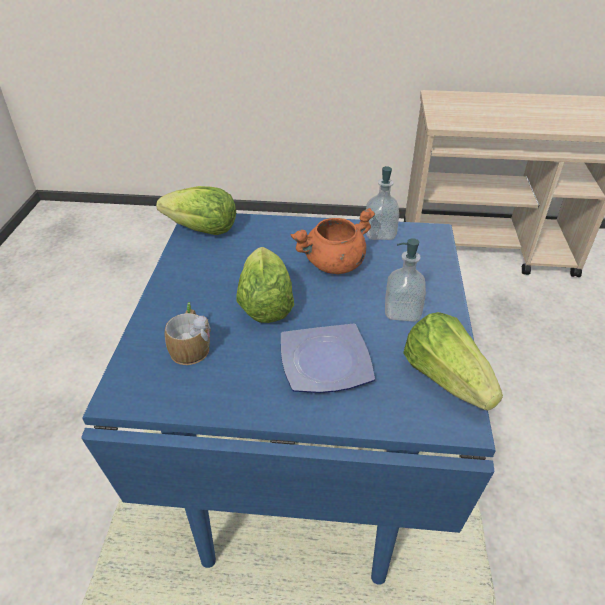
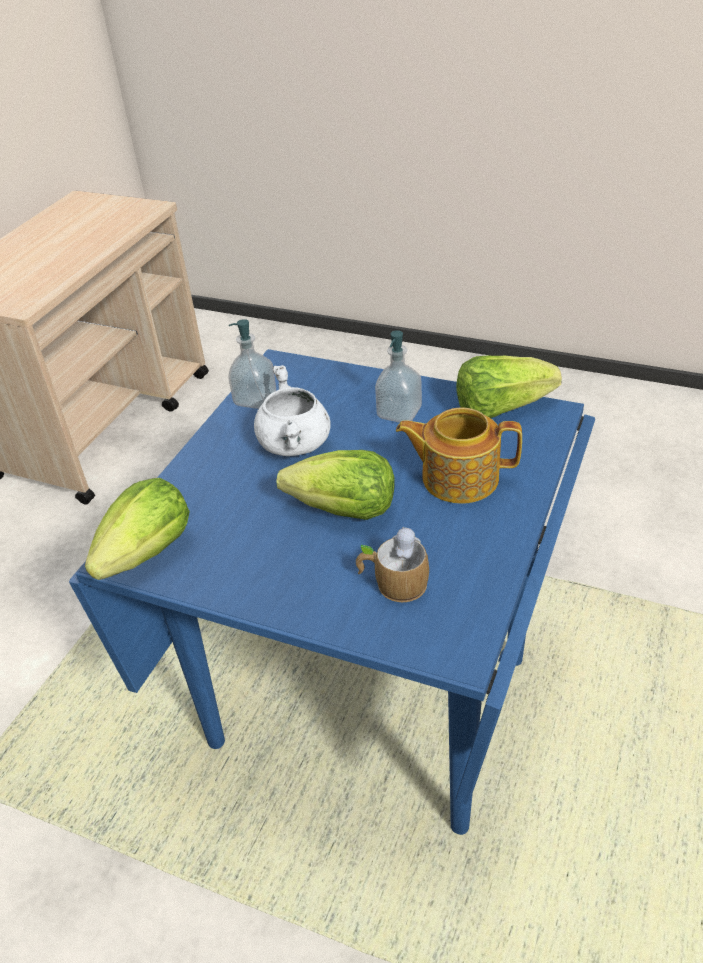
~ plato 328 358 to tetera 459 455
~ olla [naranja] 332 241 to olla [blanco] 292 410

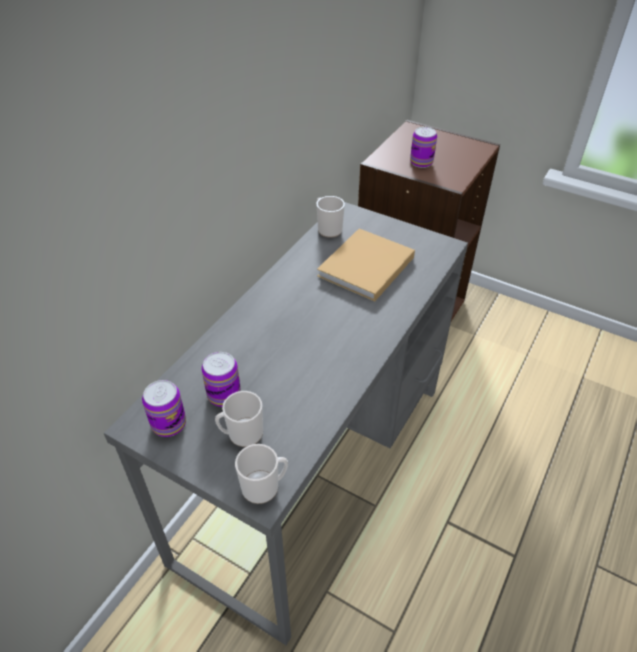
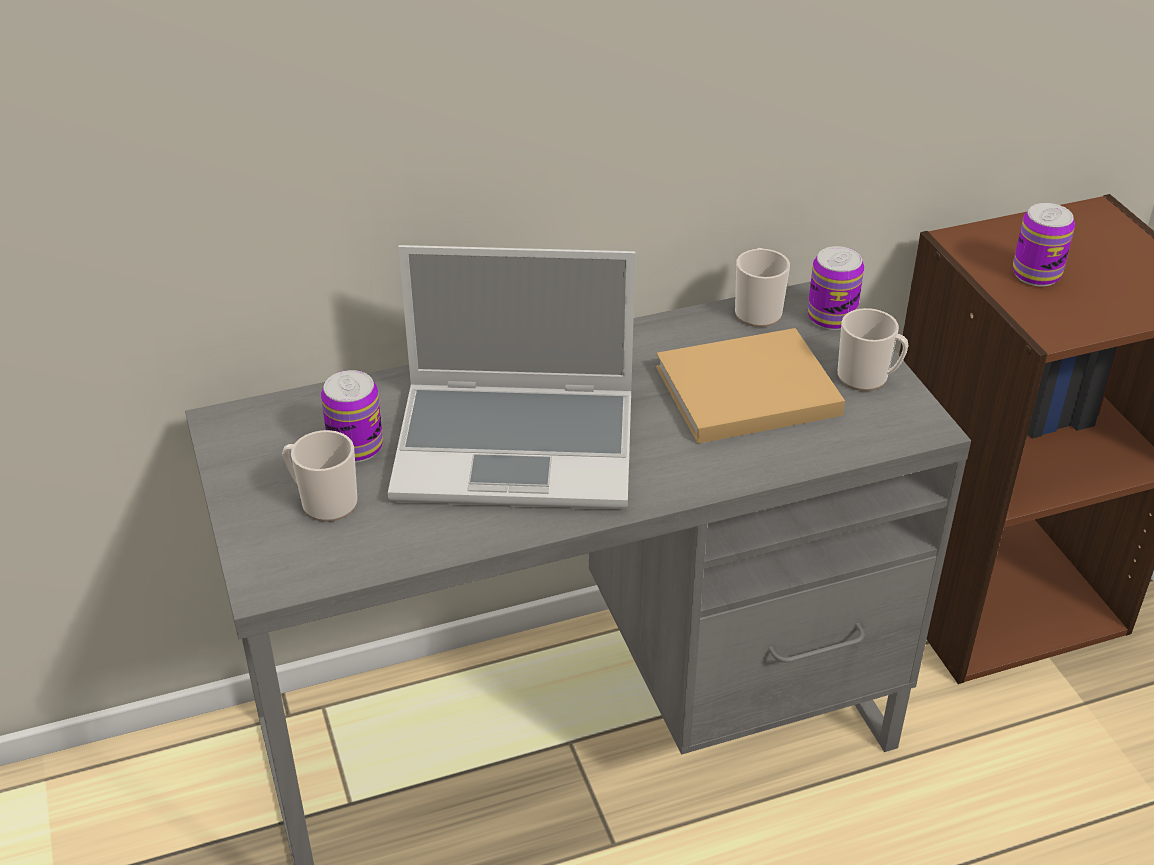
~ lata 164 408 to 836 288
~ taza grande 261 474 to 873 349
+ portátil 511 377

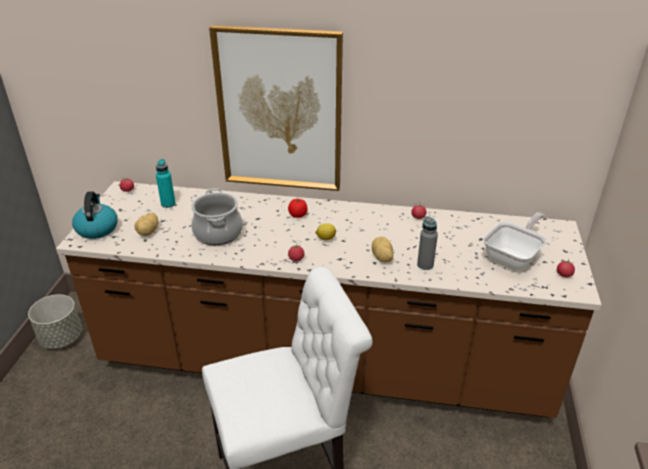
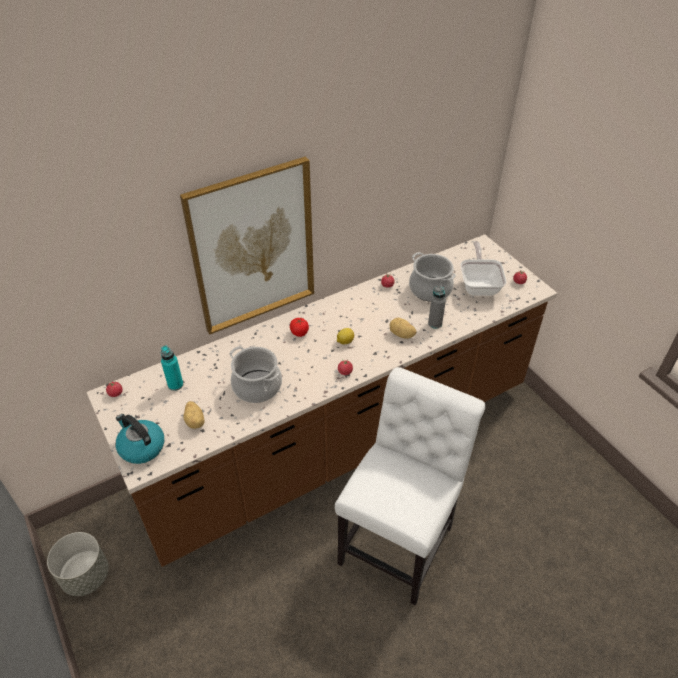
+ olla 432 277

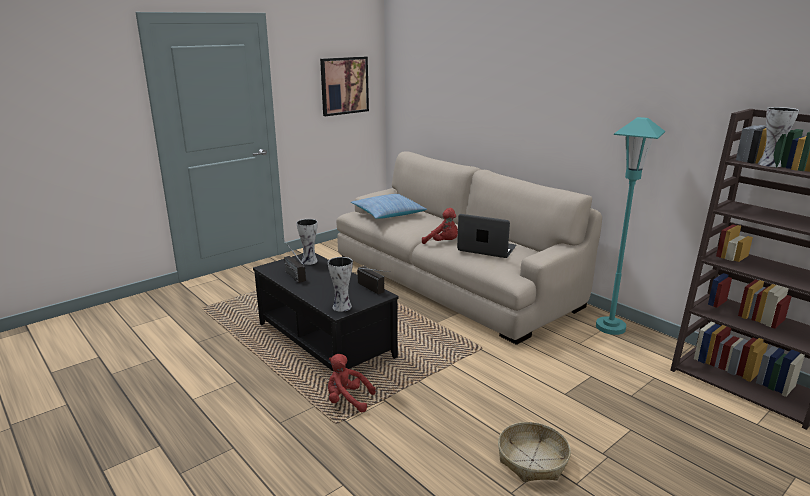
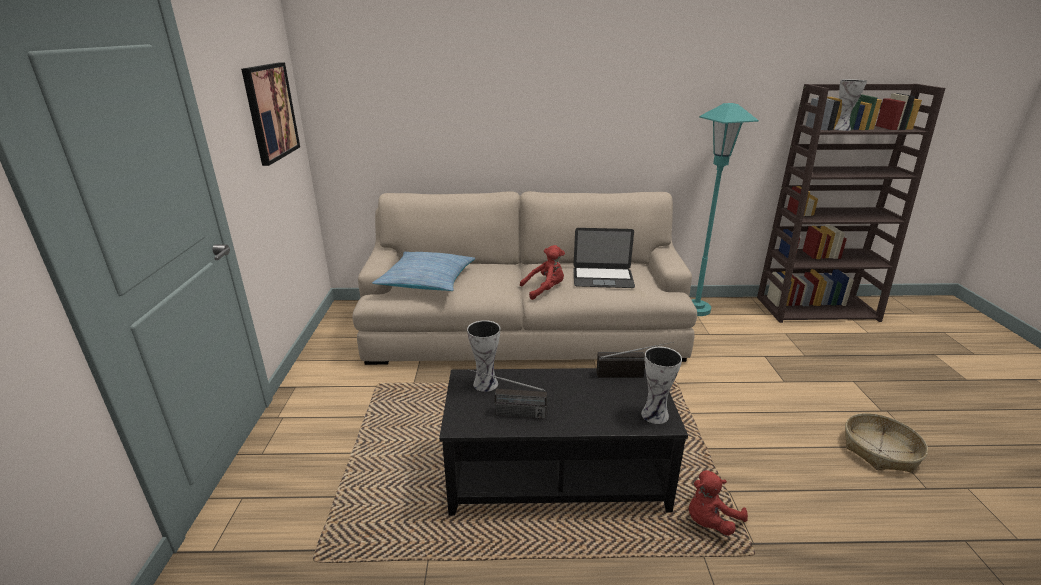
~ portátil 486 236 = 604 258 150 degrees counterclockwise

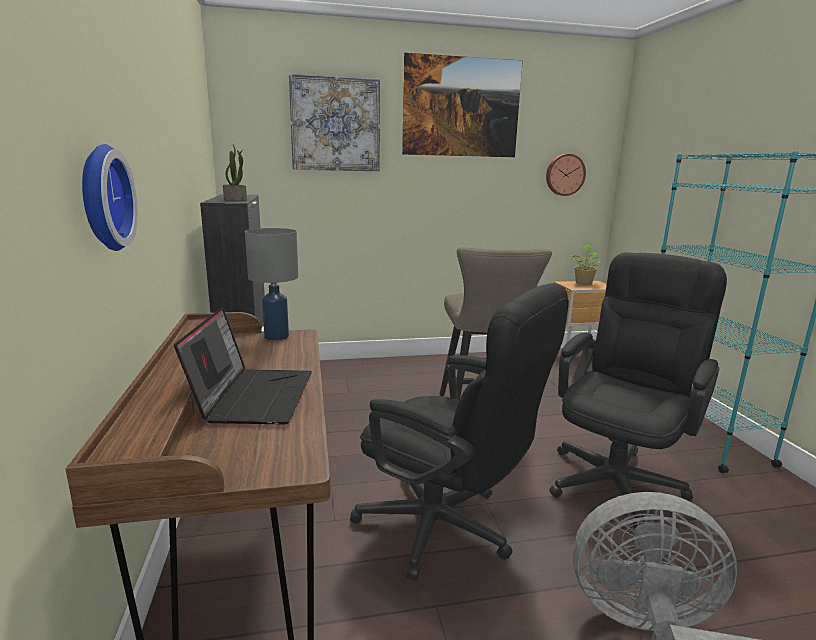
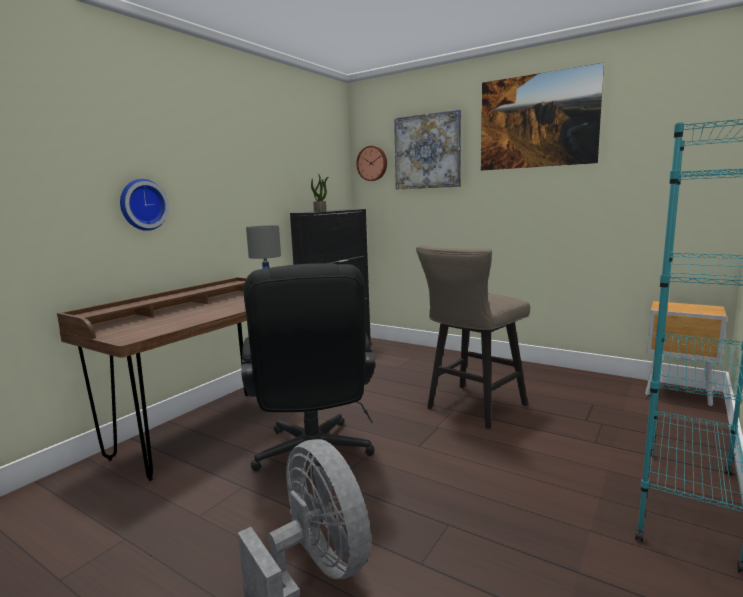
- portátil 243 365
~ reloj de pared 566 175 to 371 163
- silla de oficina [negro] 638 391
- planta en maceta 586 264

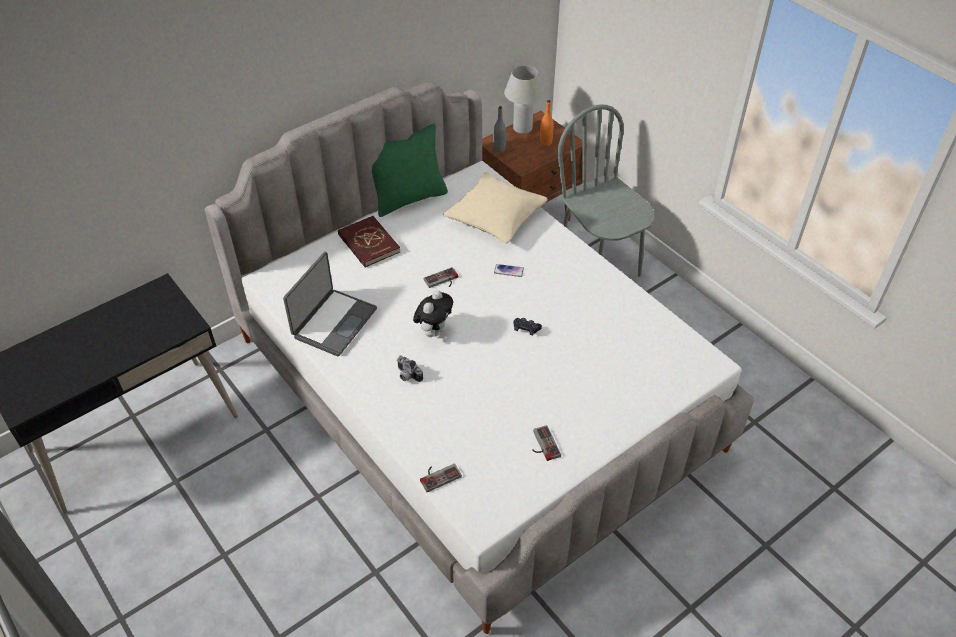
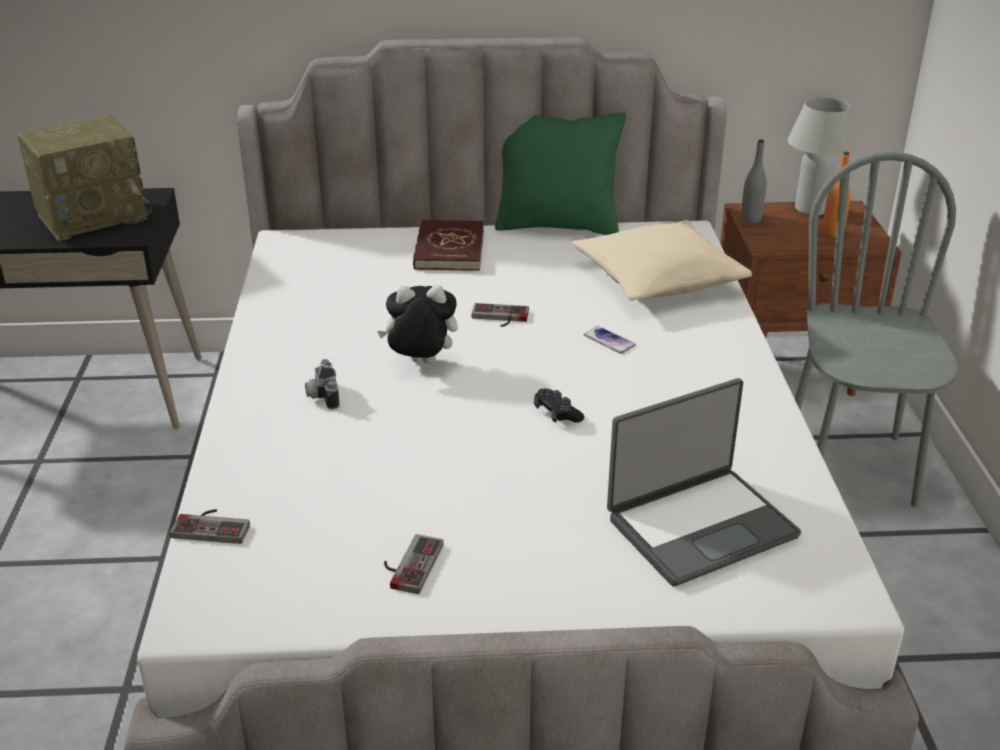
~ portátil 330 304 to 704 482
~ peluche 433 313 = 417 324 150 degrees counterclockwise
+ radio 84 177

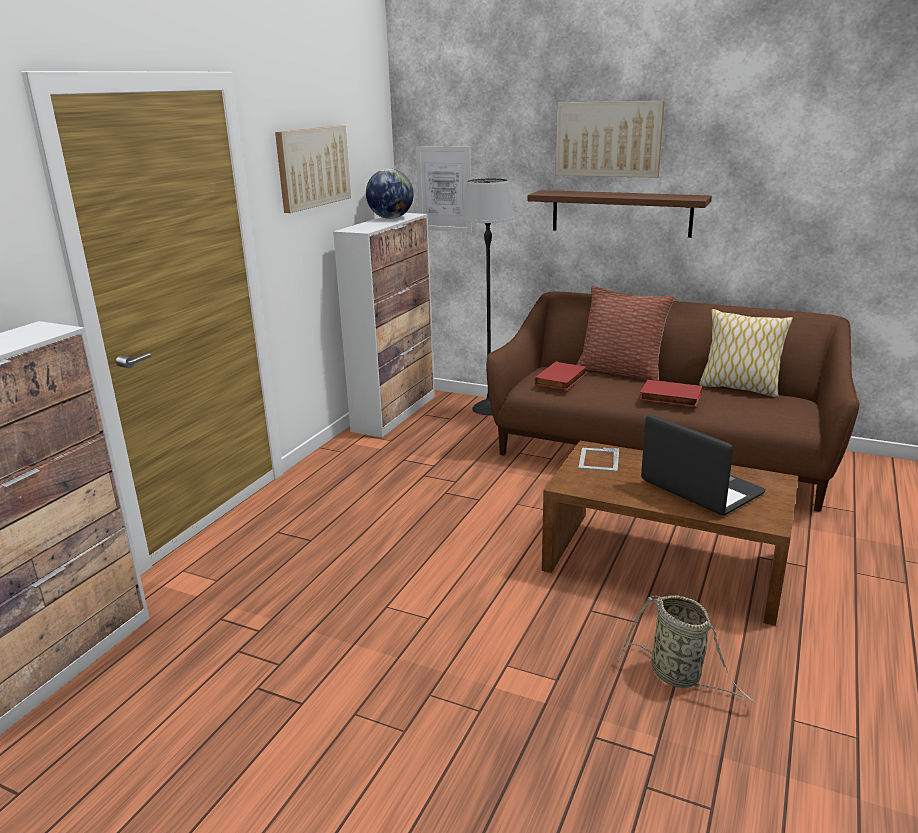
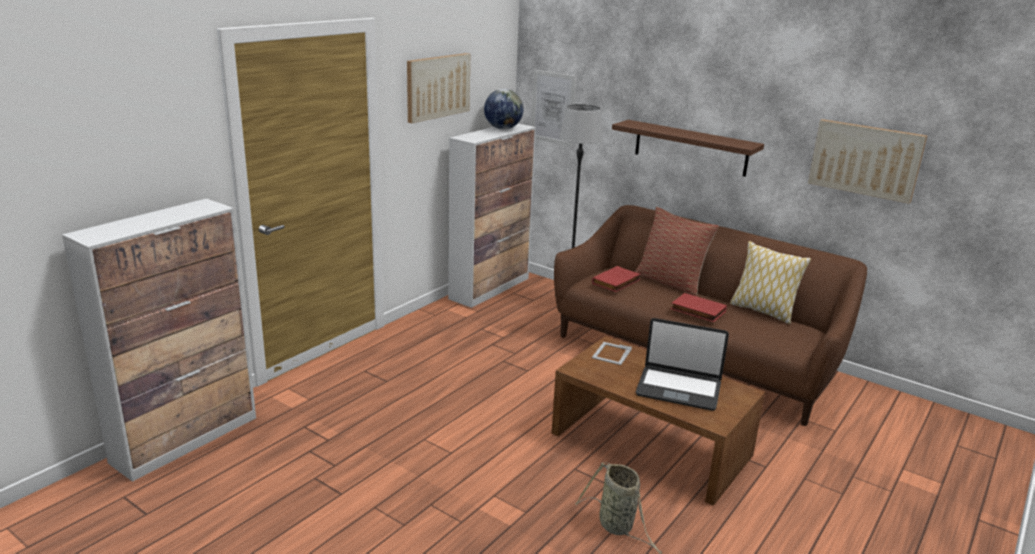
~ cuadro 610 139 to 867 161
~ portátil 703 464 = 682 364 135 degrees clockwise

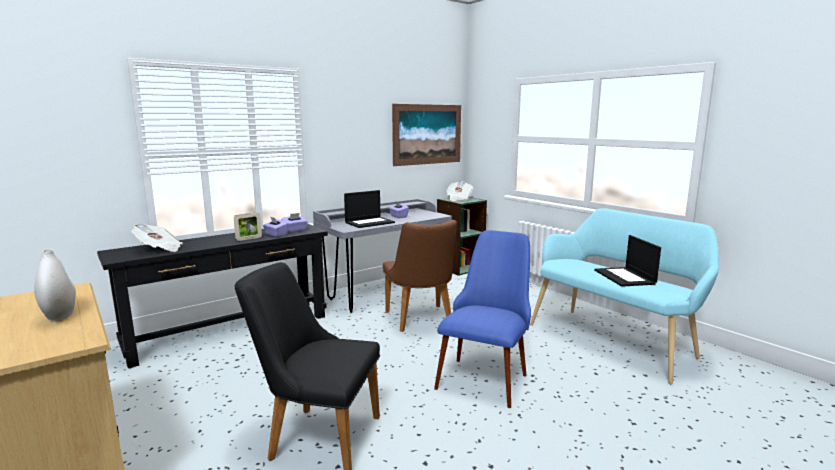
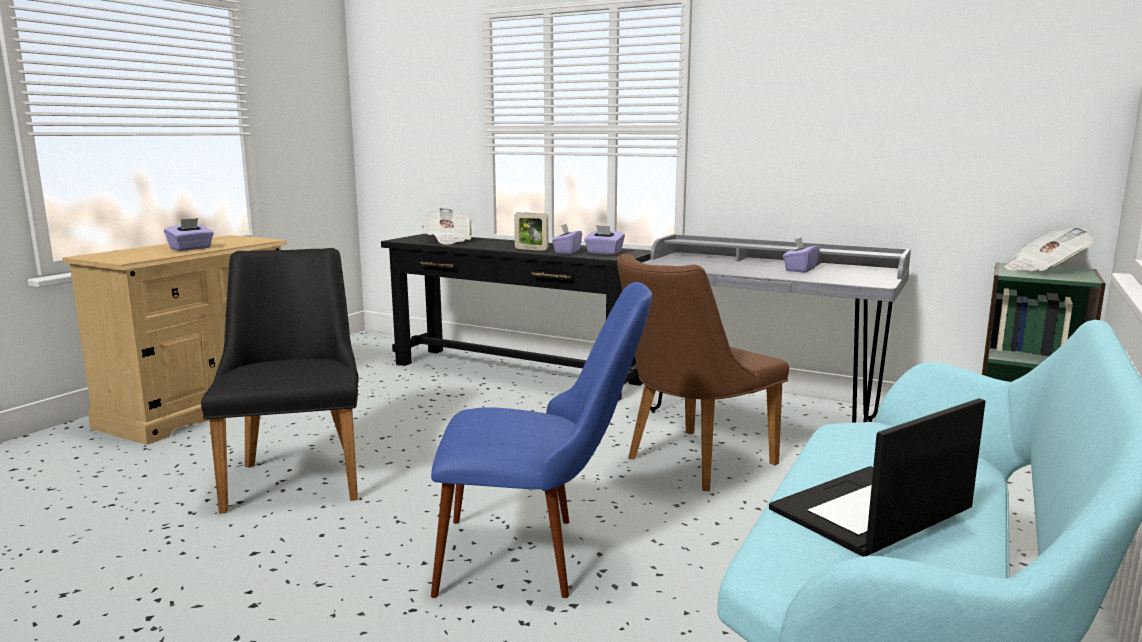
~ florero [blanco] 55 285 to caja de pañuelos [morado] 189 234
- portátil 369 209
- cuadro 426 135

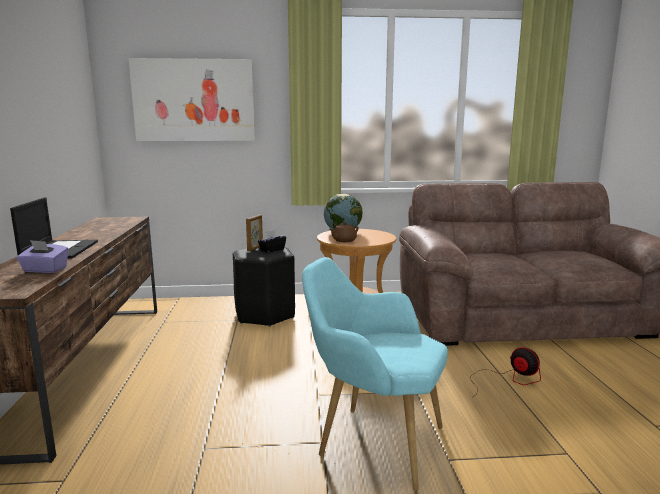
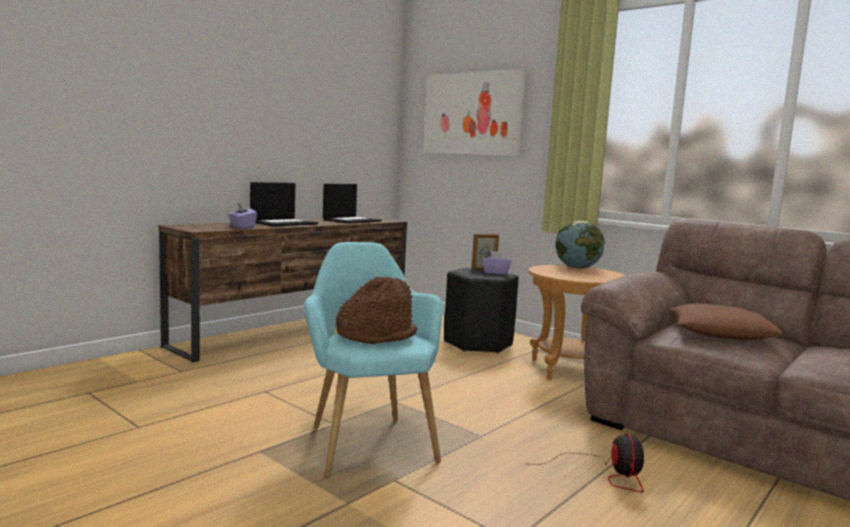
~ caja de pañuelos [negro] 272 241 to caja de pañuelos [morado] 496 263
- tetera [marrón] 344 232
+ portátil 352 204
+ sombrero [marrón] 376 310
+ cojín [marrón] 727 321

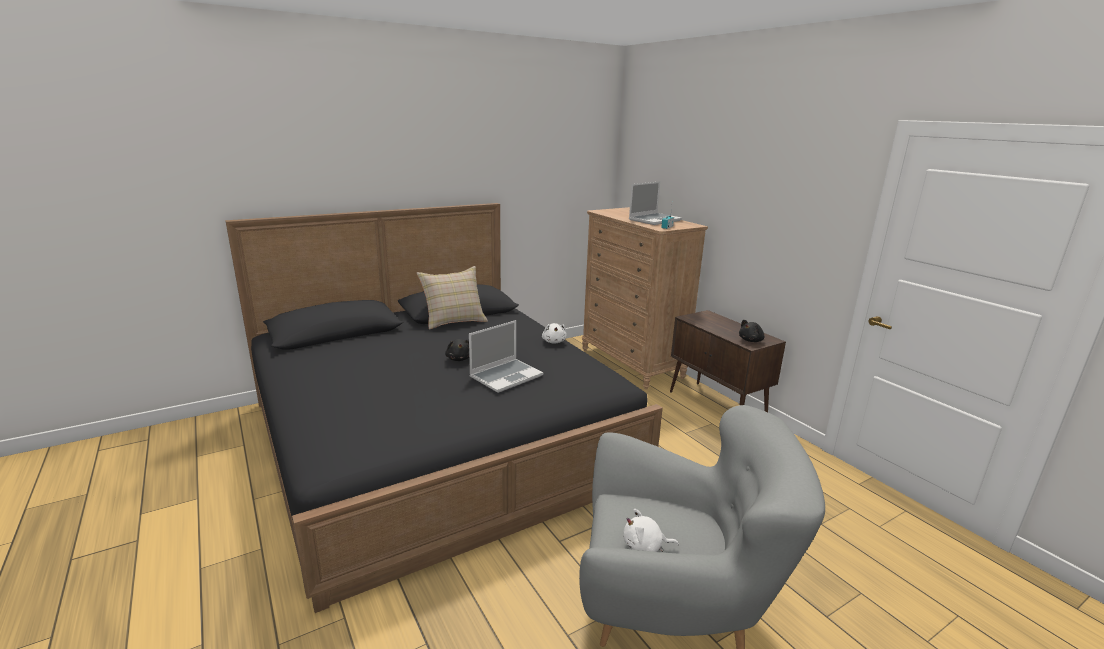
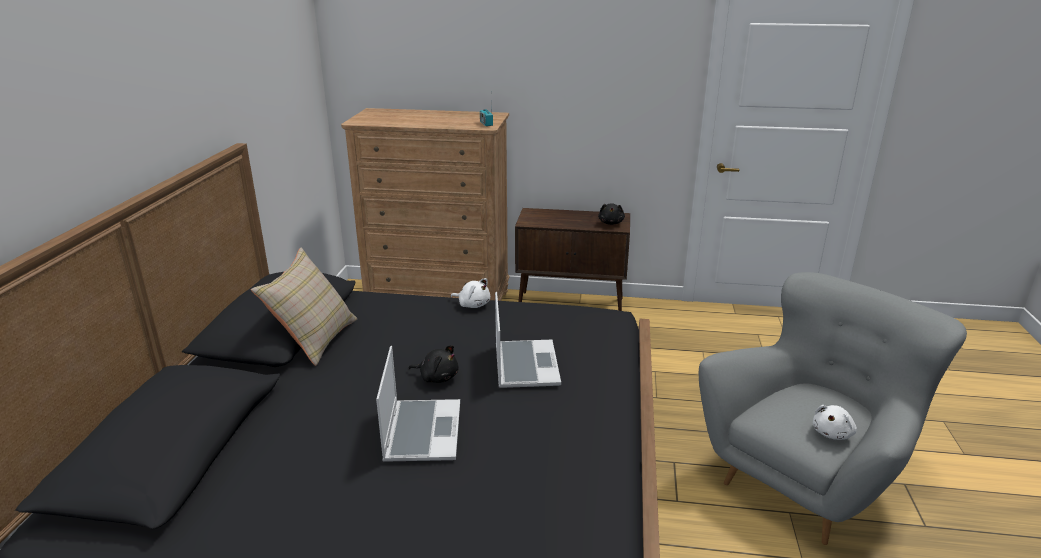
~ portátil 655 203 to 418 404

